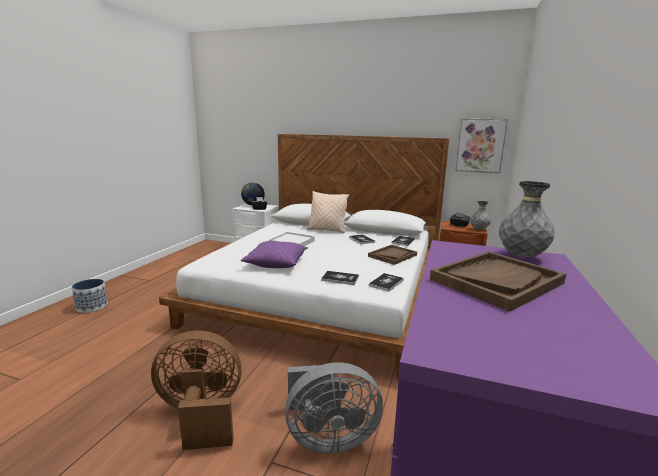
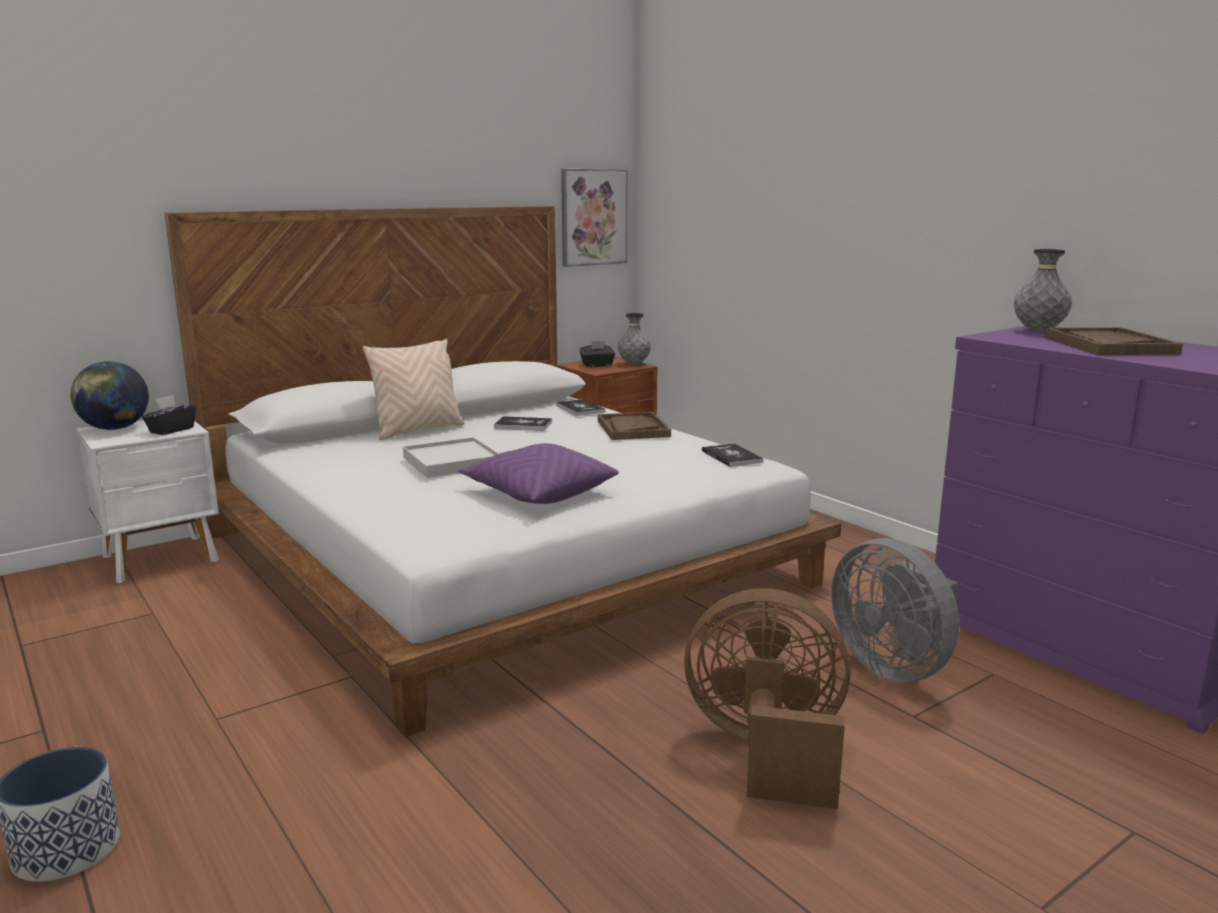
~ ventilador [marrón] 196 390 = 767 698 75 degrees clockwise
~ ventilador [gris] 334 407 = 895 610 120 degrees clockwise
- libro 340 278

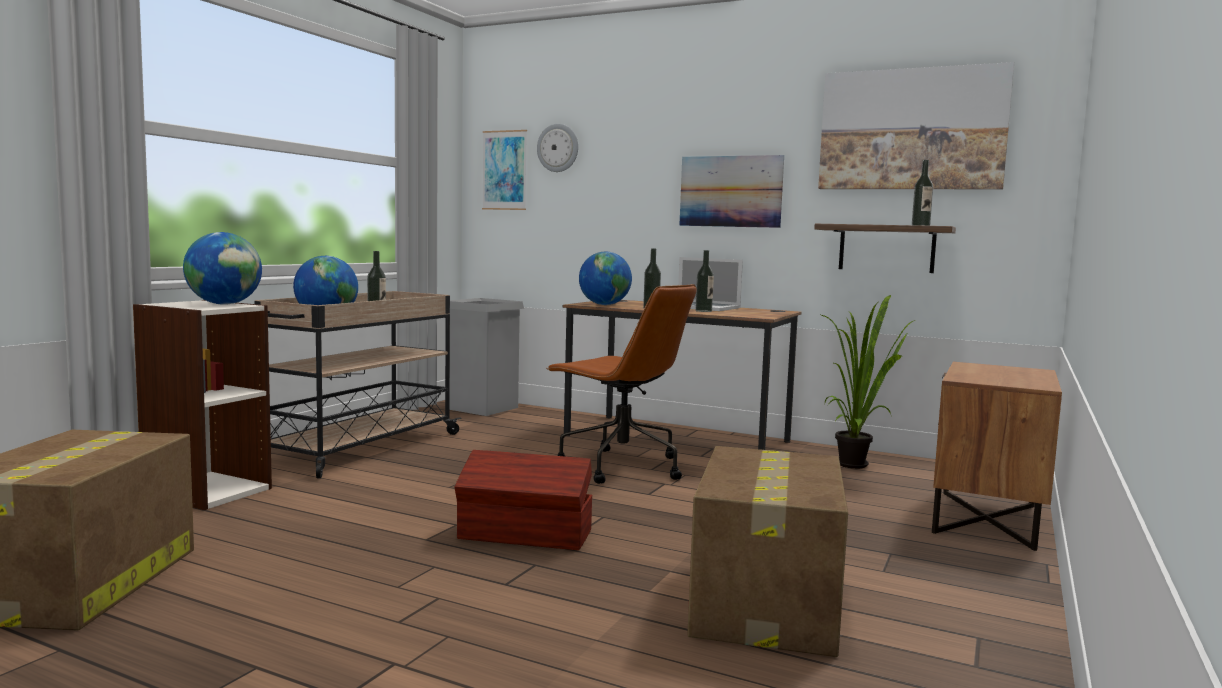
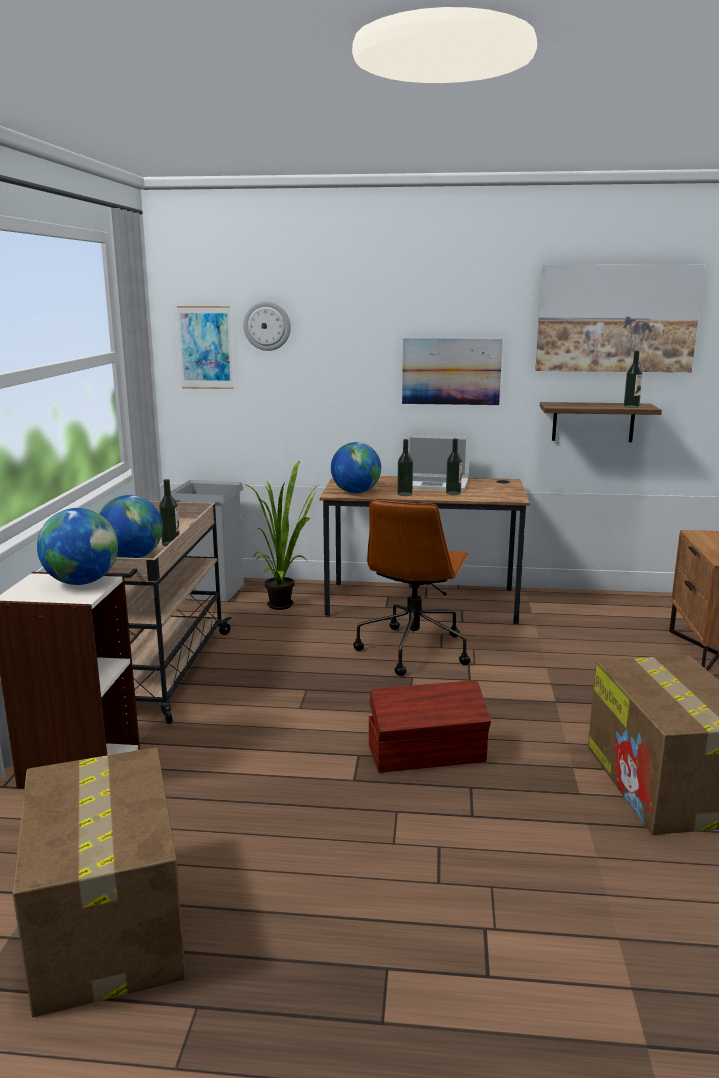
~ silla de oficina [marrón] 621 384 = 412 587 90 degrees clockwise
~ planta en maceta 867 382 to 281 535

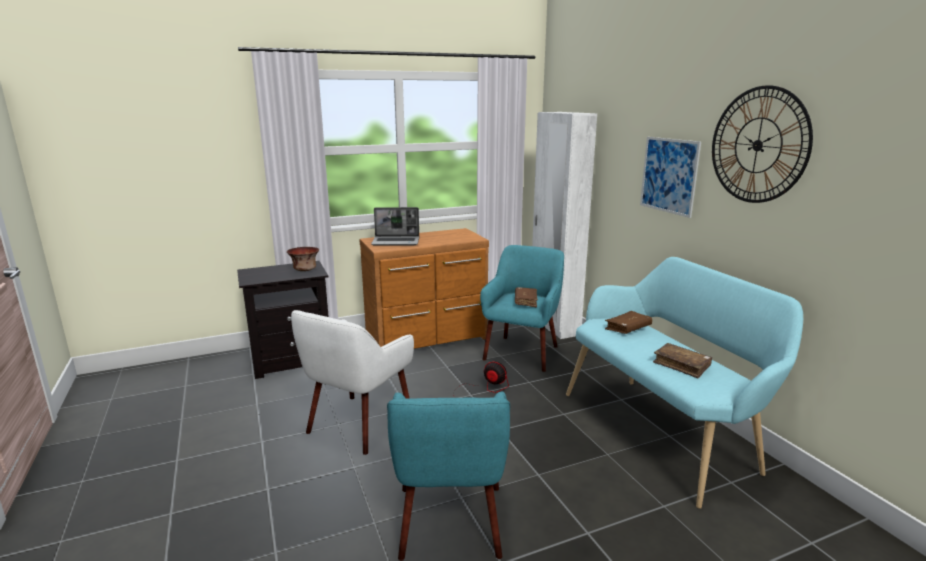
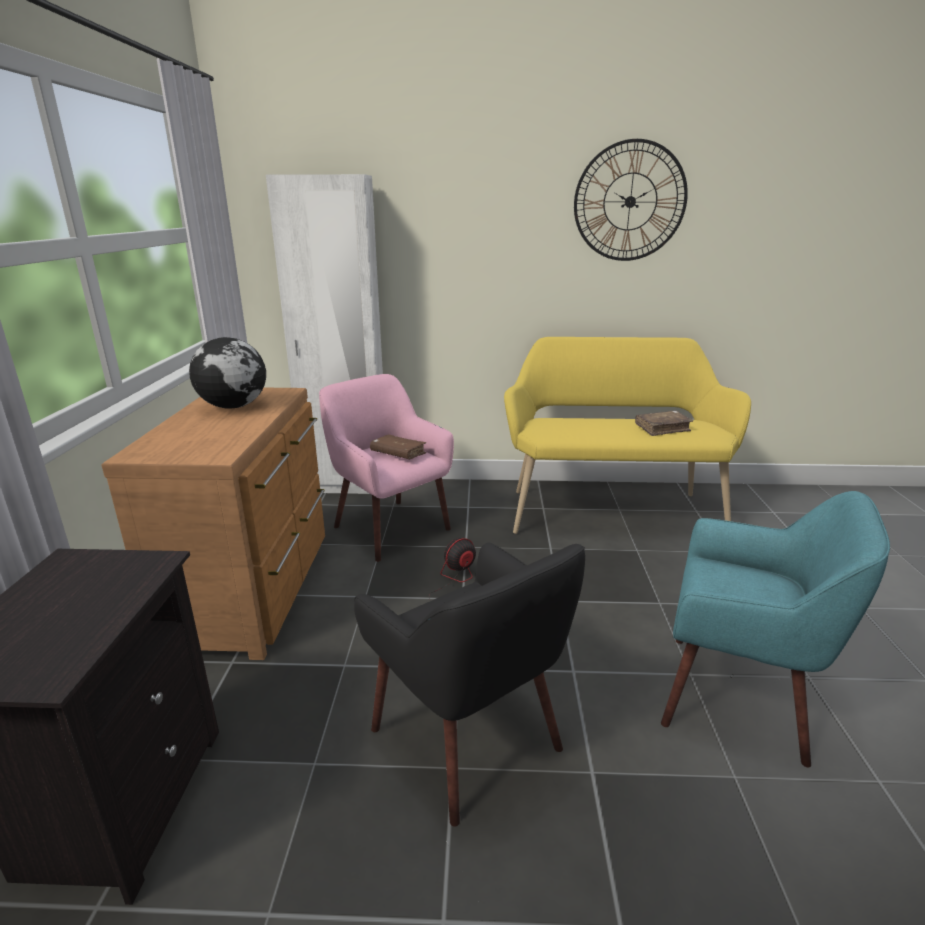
- cuenco 303 259
~ sillón [blanco] 352 382 to sillón [negro] 469 684
- portátil 395 226
~ sillón [turquesa] 522 308 to sillón [rosa] 386 468
~ banco [turquesa] 684 383 to banco [amarillo] 627 435
- libro [marrón] 628 322
- cuadro 670 177
+ globo terráqueo 227 373

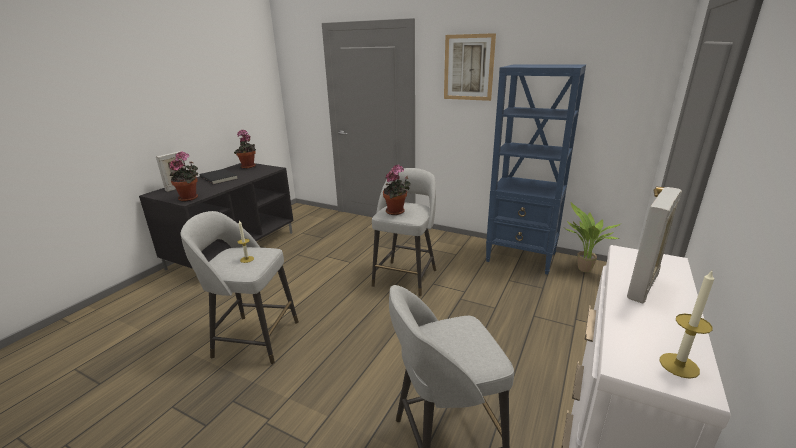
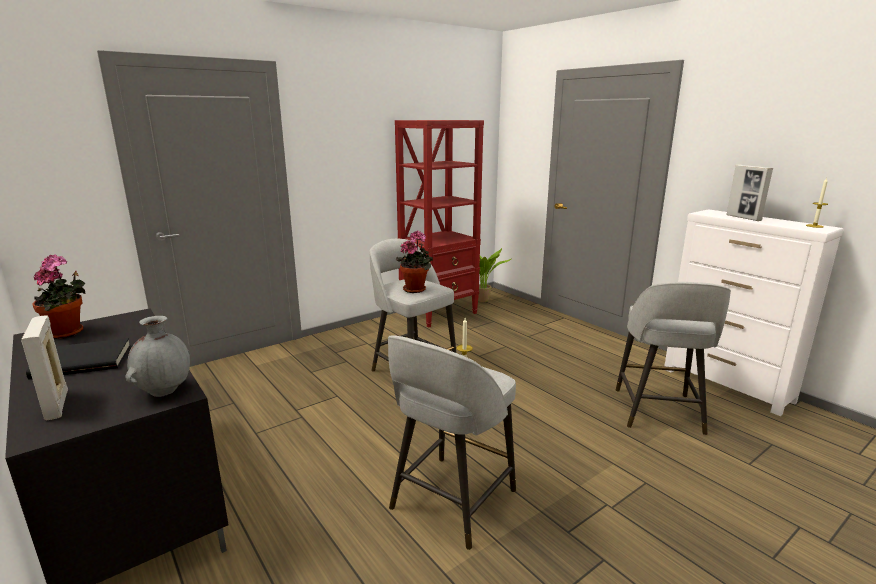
~ planta en maceta 183 176 to florero [gris] 157 356
- cuadro 470 67
~ estantería [azul] 536 169 to estantería [rojo] 439 224

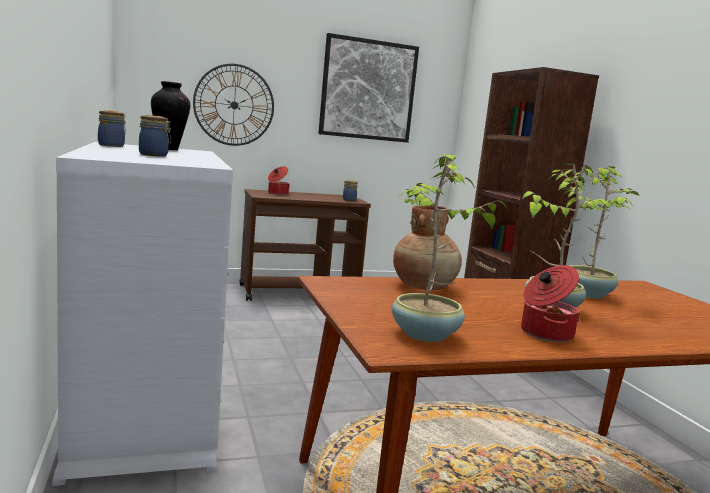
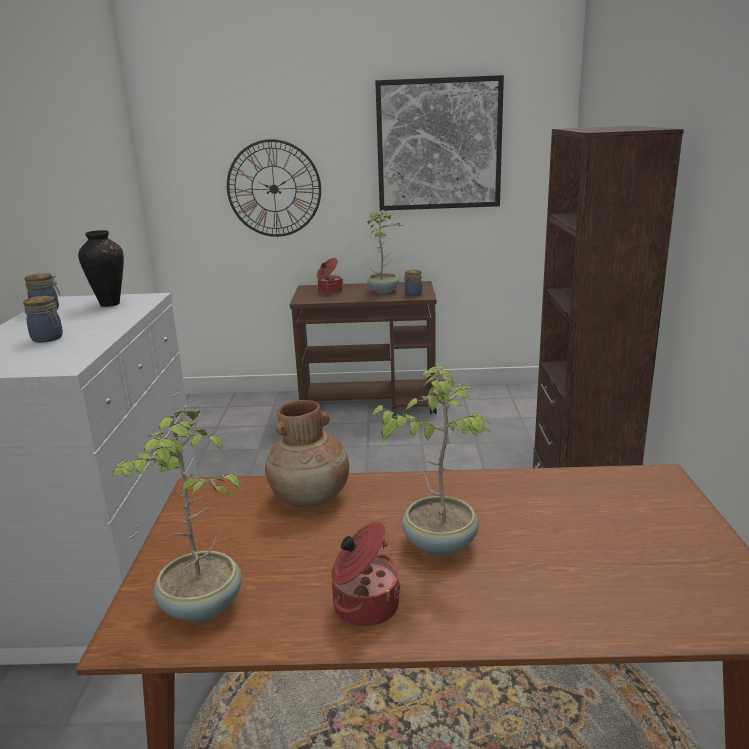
~ planta en maceta 602 232 to 385 251

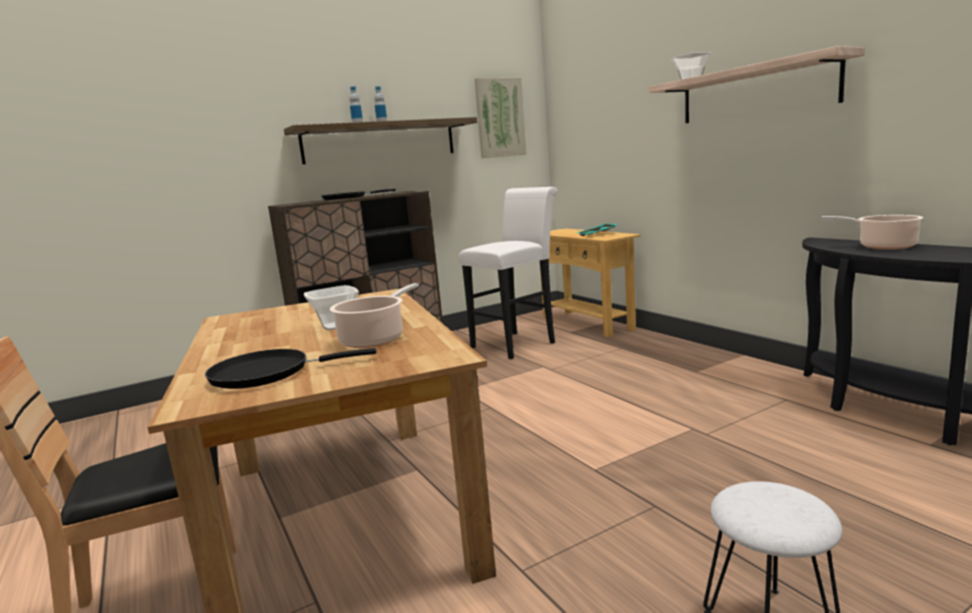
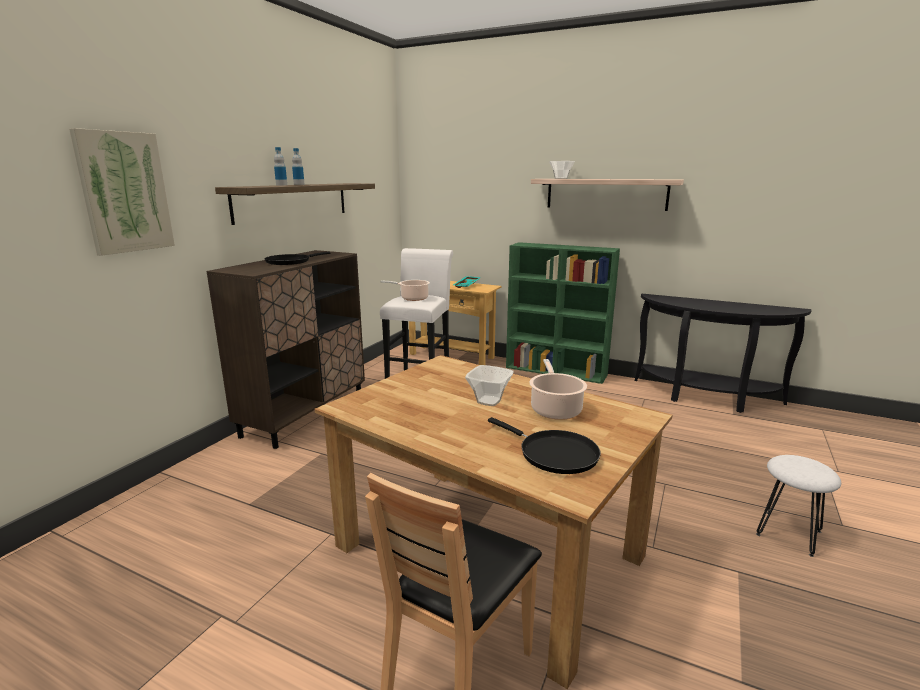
~ sartén [negro] 290 368 = 544 445 90 degrees counterclockwise
~ cuadro 501 118 to 122 192
~ olla 872 232 to 405 290
+ estantería [verde] 563 313

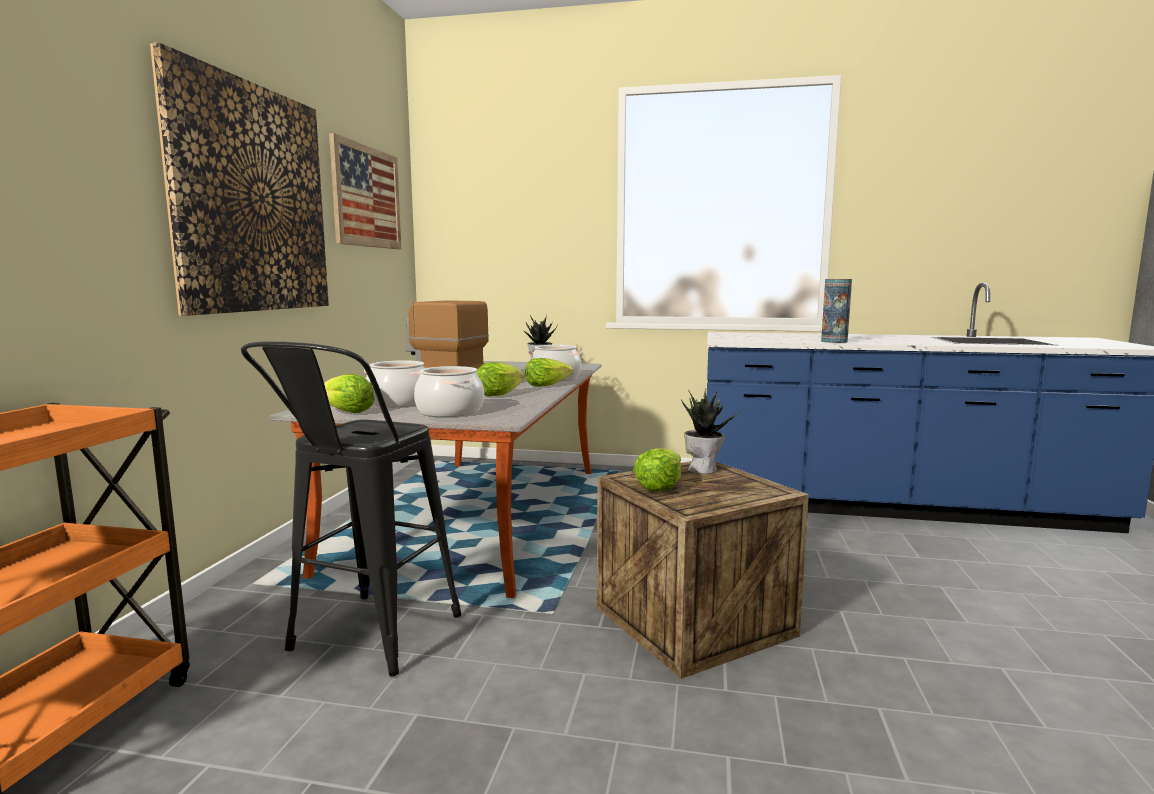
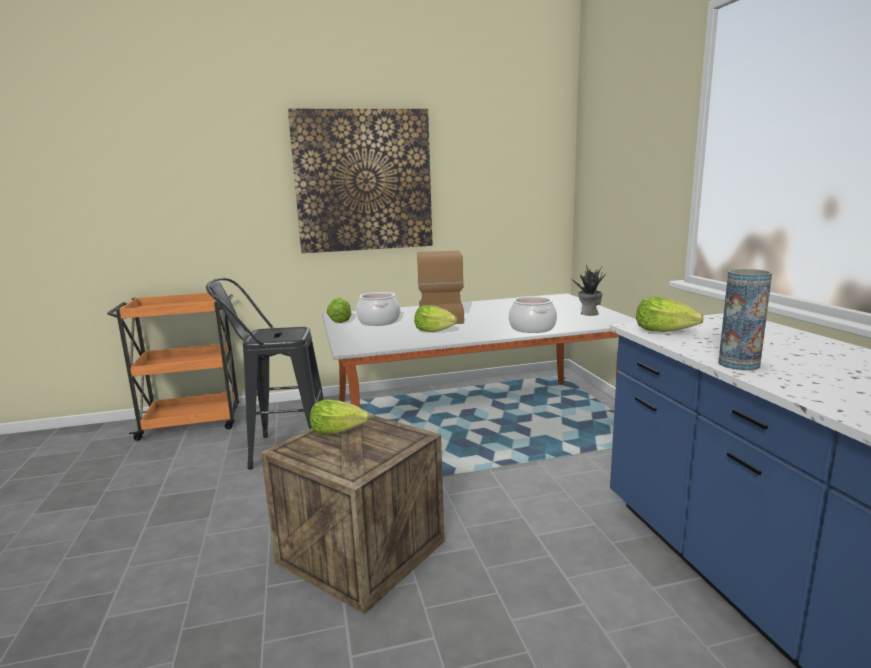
- cuadro 365 191
- olla 449 391
~ lechuga 549 372 to 670 314
- planta en maceta 711 431

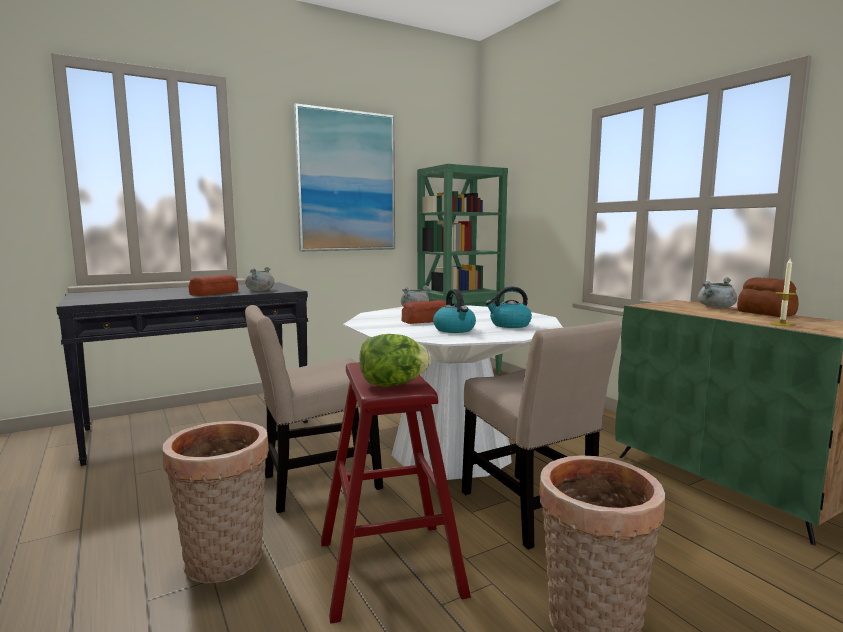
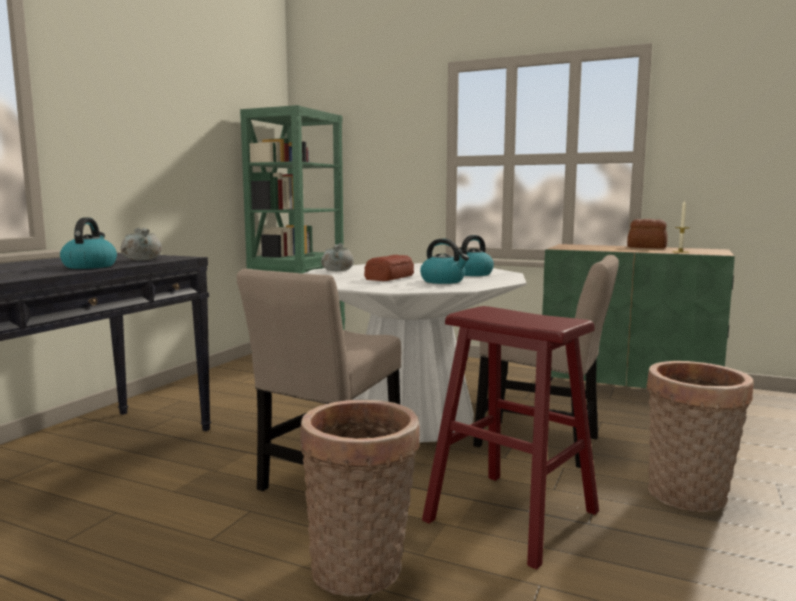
~ pan 214 285 to hervidor 88 243
- cuadro 344 177
- lechuga 395 360
- olla [gris] 717 292

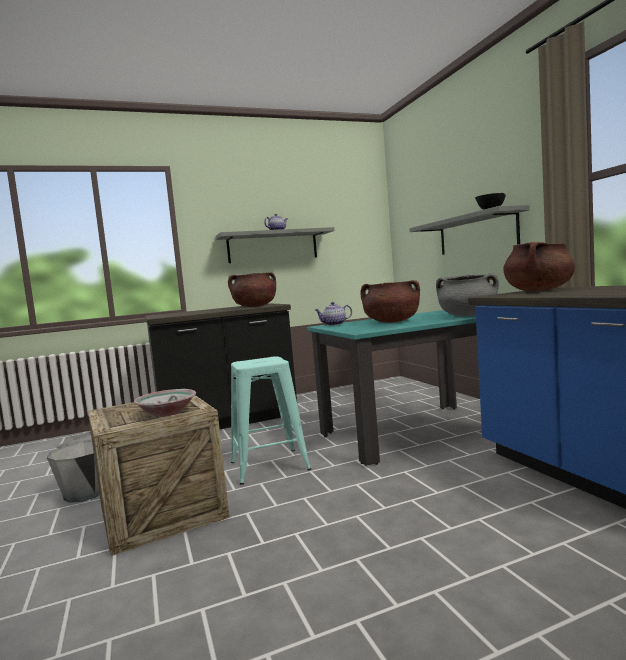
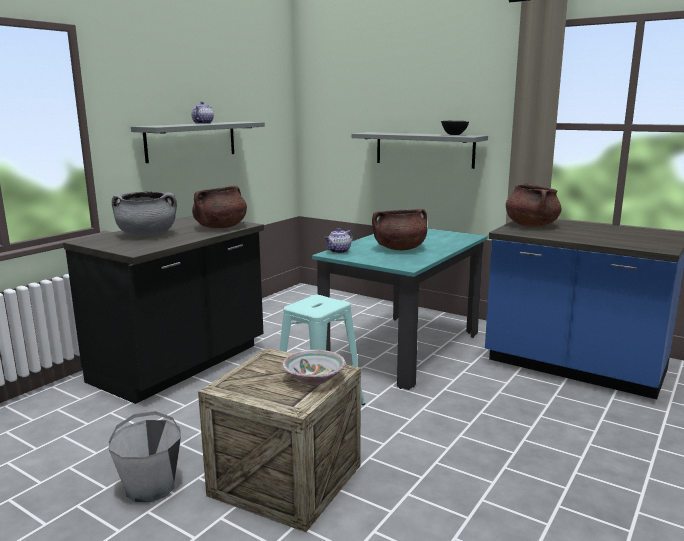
~ olla [gris] 467 294 to 144 213

